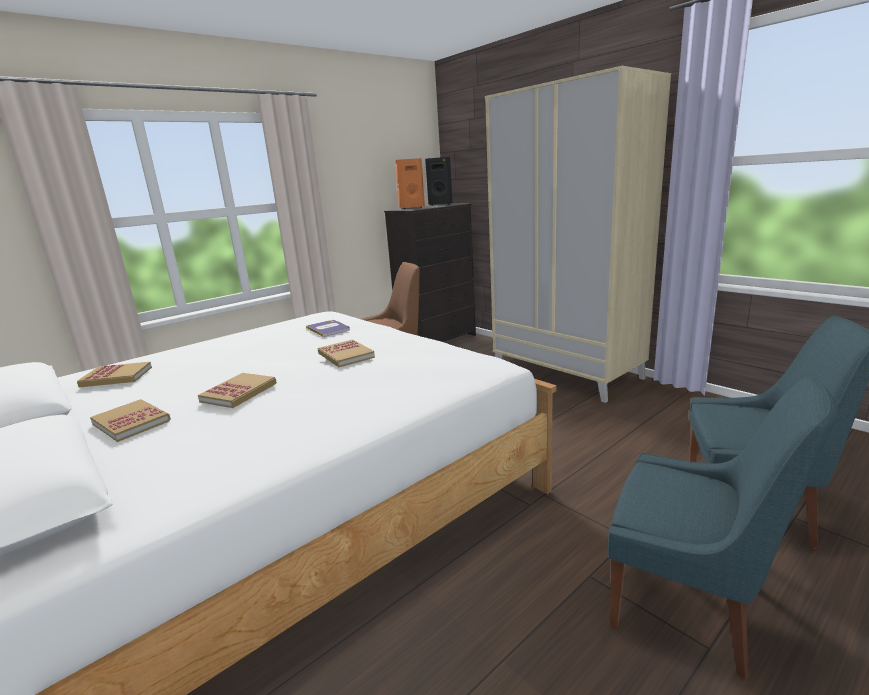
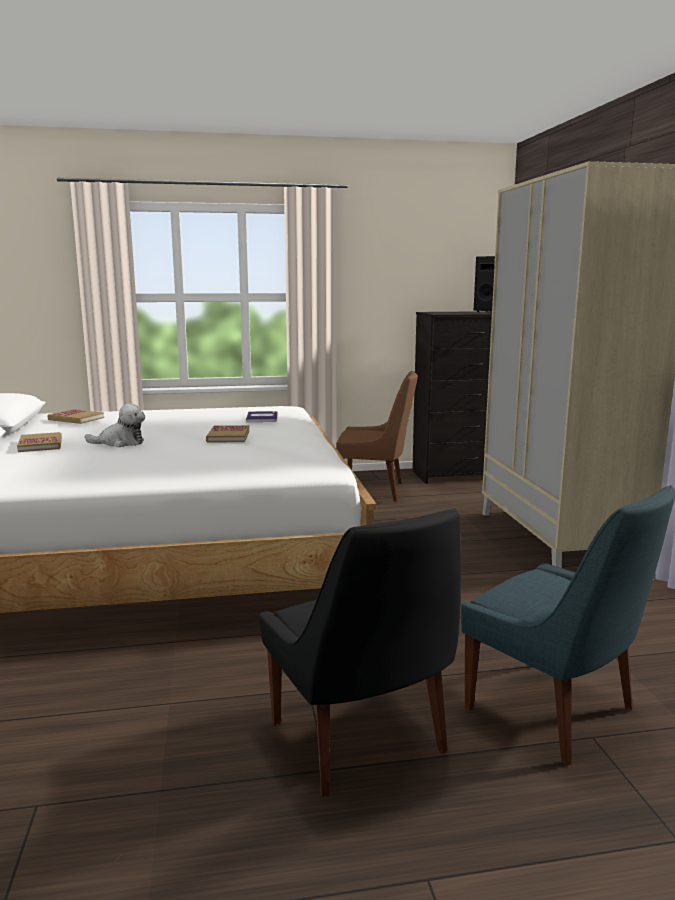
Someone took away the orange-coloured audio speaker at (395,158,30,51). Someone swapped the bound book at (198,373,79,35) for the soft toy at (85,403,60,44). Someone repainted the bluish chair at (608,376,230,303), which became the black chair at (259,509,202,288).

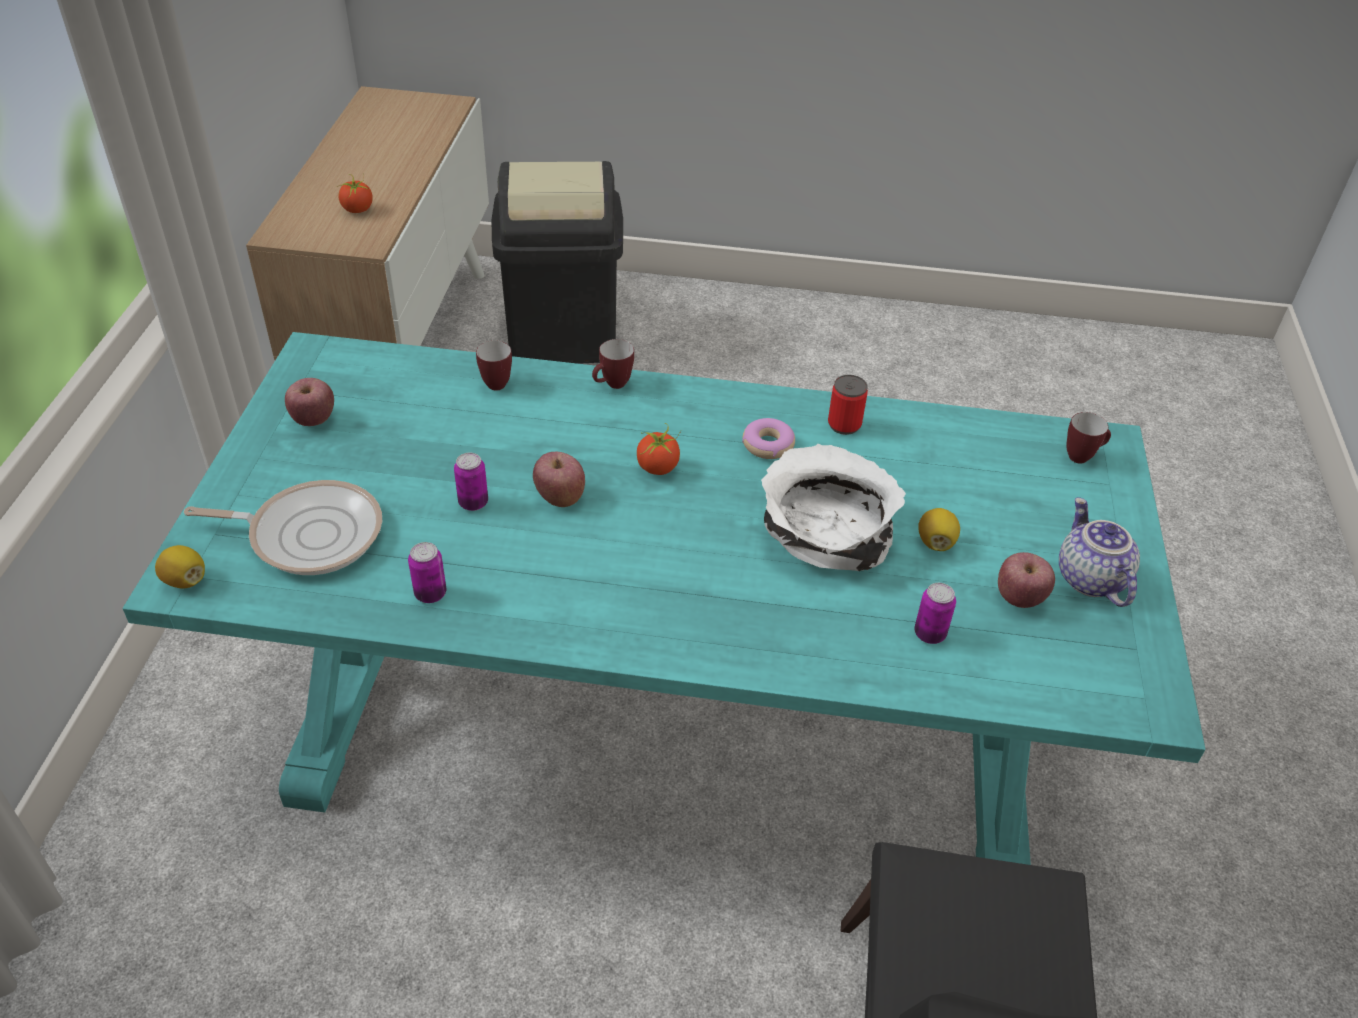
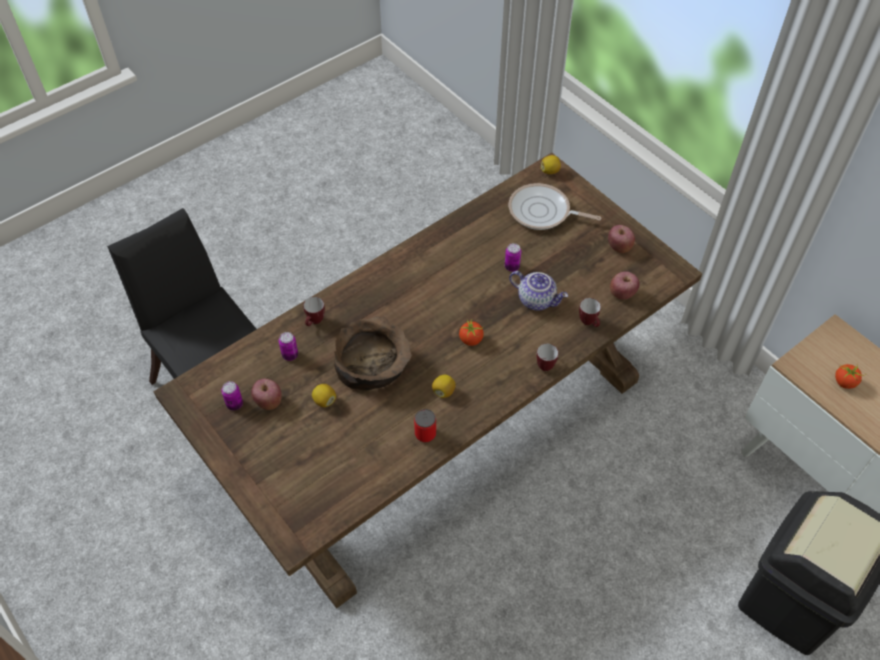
Someone carried the metal can from (408,542,38,61) to (221,381,22,30). Someone carried the apple from (533,452,52,55) to (610,271,30,29). Someone carried the pot for tea from (1059,497,81,110) to (509,271,59,40). Someone carried the mug from (1066,412,45,52) to (303,297,22,29). Someone swapped the ring doughnut at (742,418,53,41) for the whole lemon at (432,375,24,23). Someone repainted the turquoise-coloured dining table at (122,332,1084,533), which became the brown dining table at (154,153,548,456). Someone repainted the whitish deep dish at (761,444,145,127), which became the brown deep dish at (334,316,78,74). Someone rotated the pan at (184,480,198,95) by 60 degrees clockwise.

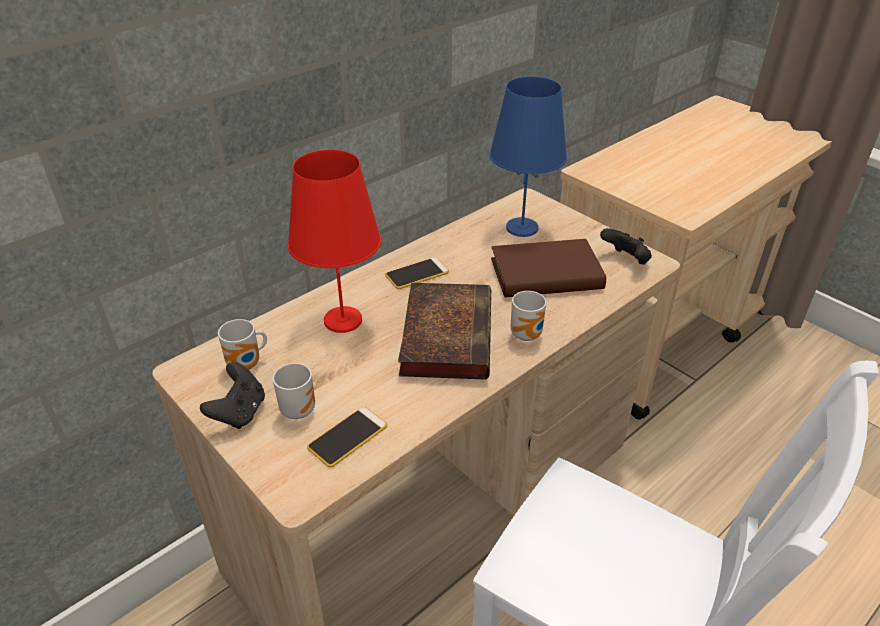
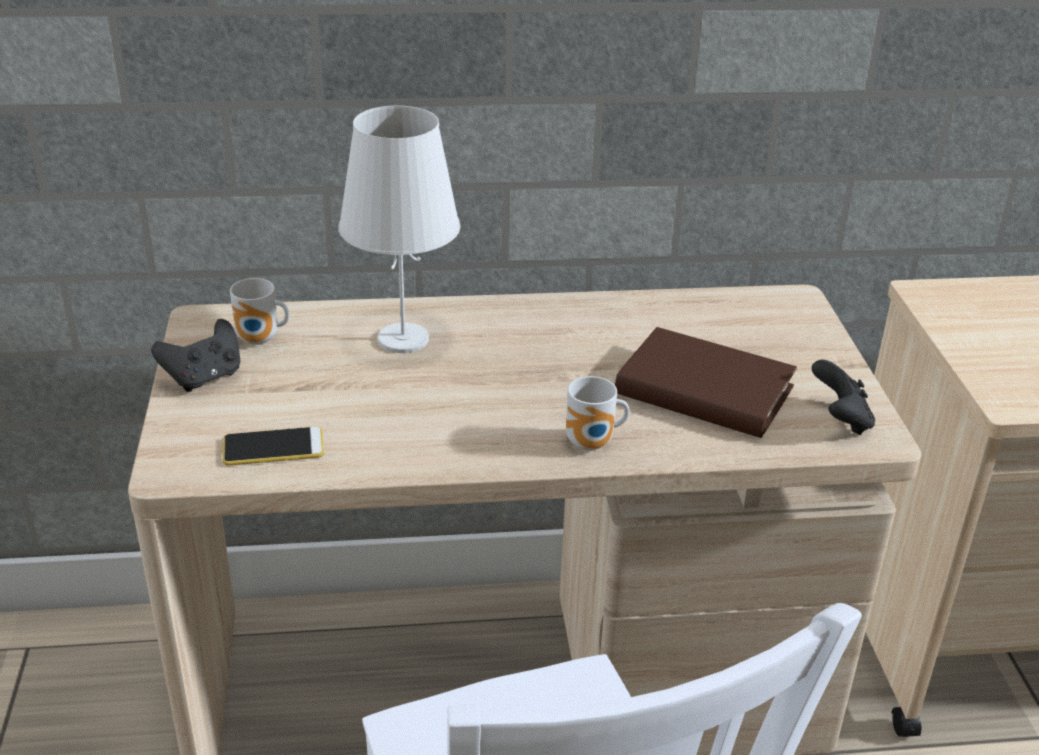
Someone took away the mug at (273,363,42,56). Someone took away the handset at (385,258,64,31). Someone took away the bound book at (398,283,93,97). Someone took away the bluish table lamp at (490,76,77,161). Someone repainted the red table lamp at (287,150,94,183), which became the whitish table lamp at (338,106,123,247).

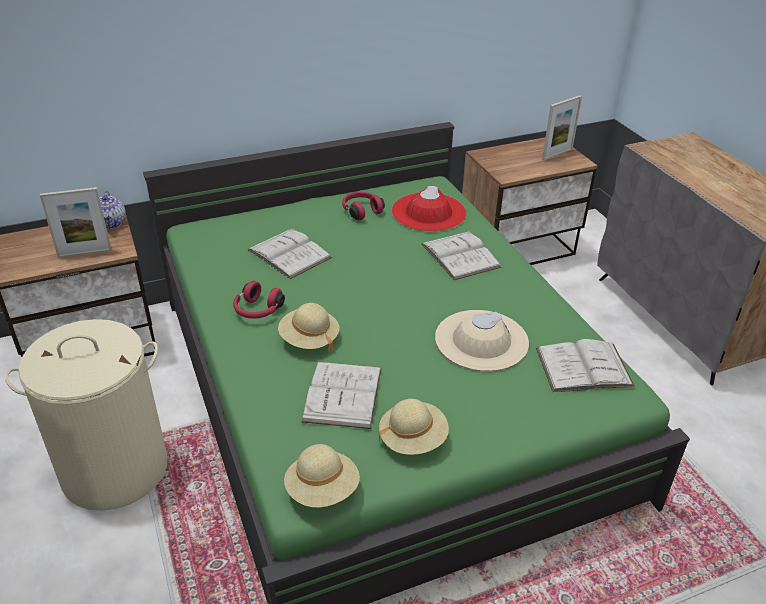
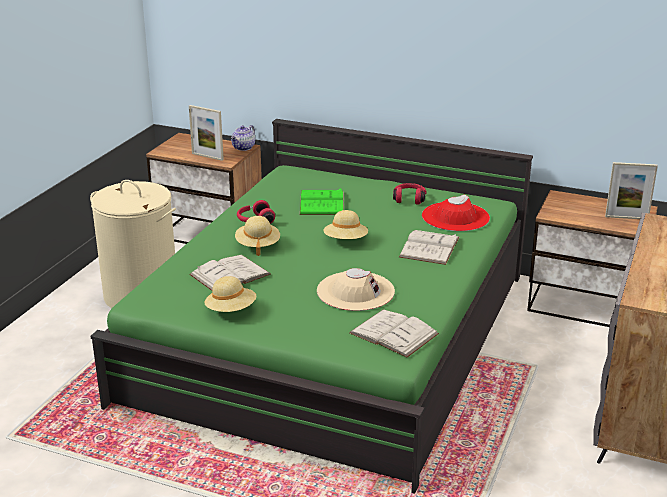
Someone carried the beige wearable hat from (284,444,76,63) to (323,210,45,29). Someone repainted the whitish bound book at (247,228,85,51), which became the green-coloured bound book at (300,188,44,27).

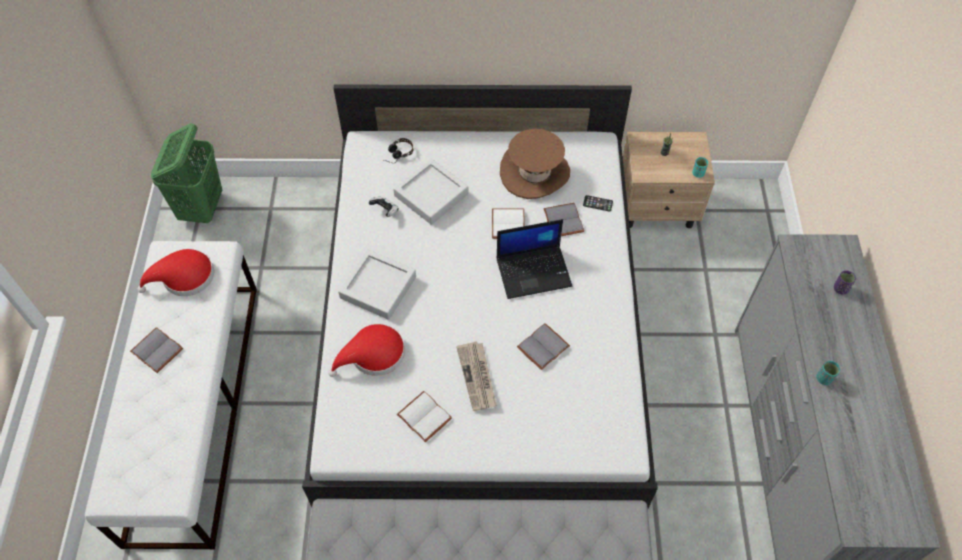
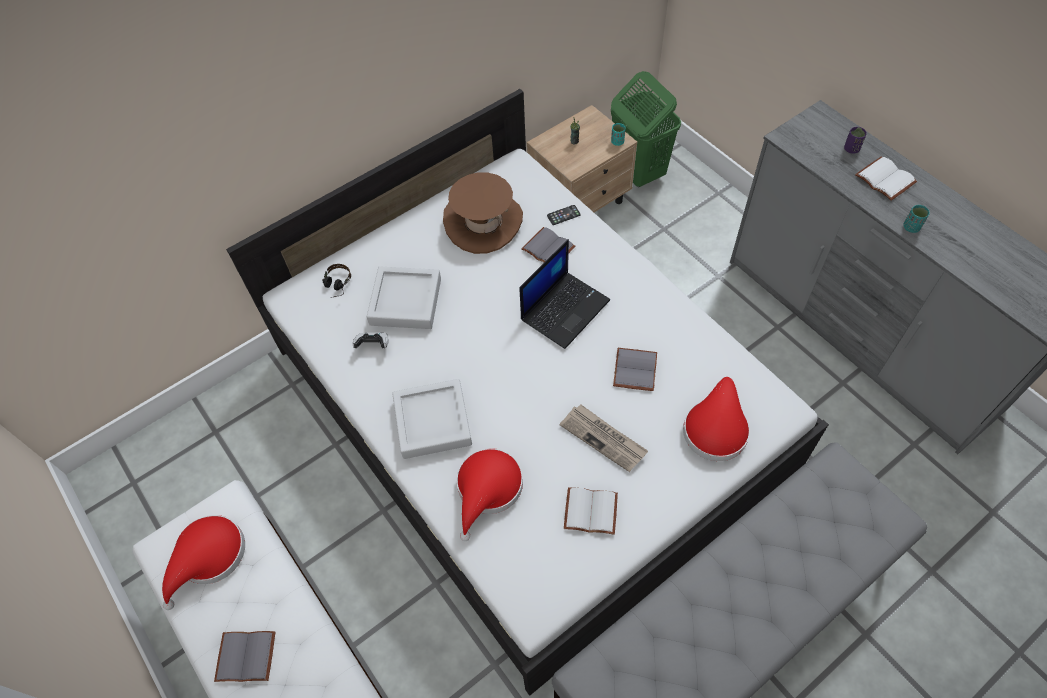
Someone put down the red wearable hat at (683,377,67,84). Someone carried the green-coloured washing basket from (151,123,71,100) to (611,71,70,116). Someone carried the whitish bound book from (492,208,33,31) to (855,157,62,44).

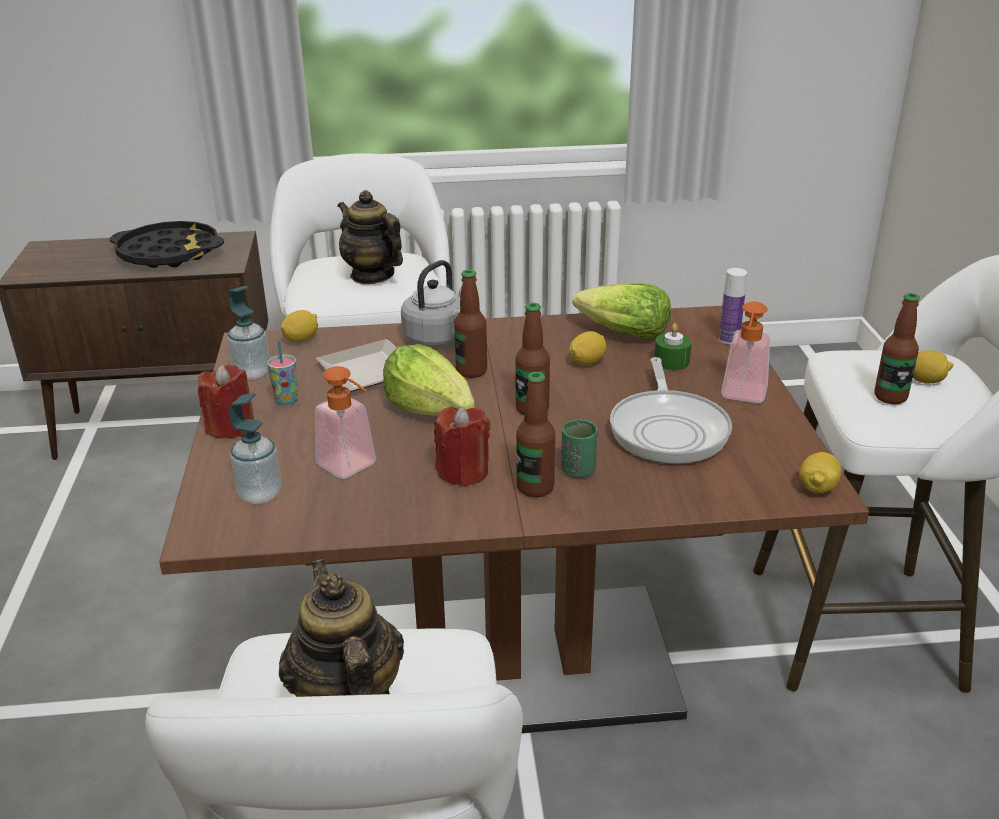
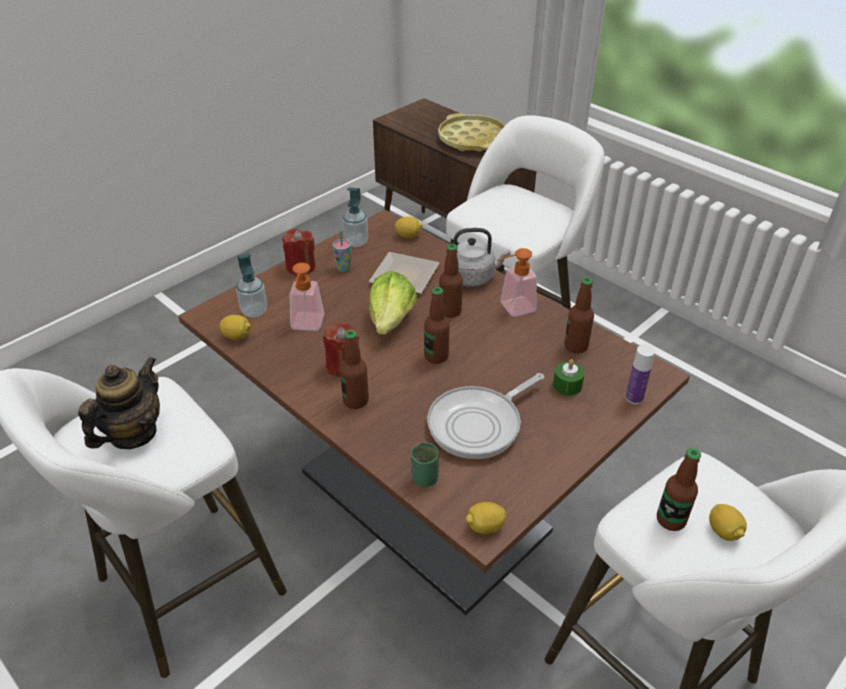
Someone took away the pot for tea at (338,190,65,94). Someone carried the green-coloured cup from (561,420,36,58) to (411,442,28,45). Someone carried the whole lemon from (569,331,38,34) to (219,315,32,25). Someone carried the soap dispenser from (721,301,49,102) to (497,248,40,69). Someone swapped the lettuce at (572,283,99,56) for the beverage bottle at (564,277,30,76). Someone repainted the black carrying tray at (110,221,114,47), which became the yellow-coloured carrying tray at (438,113,67,39).

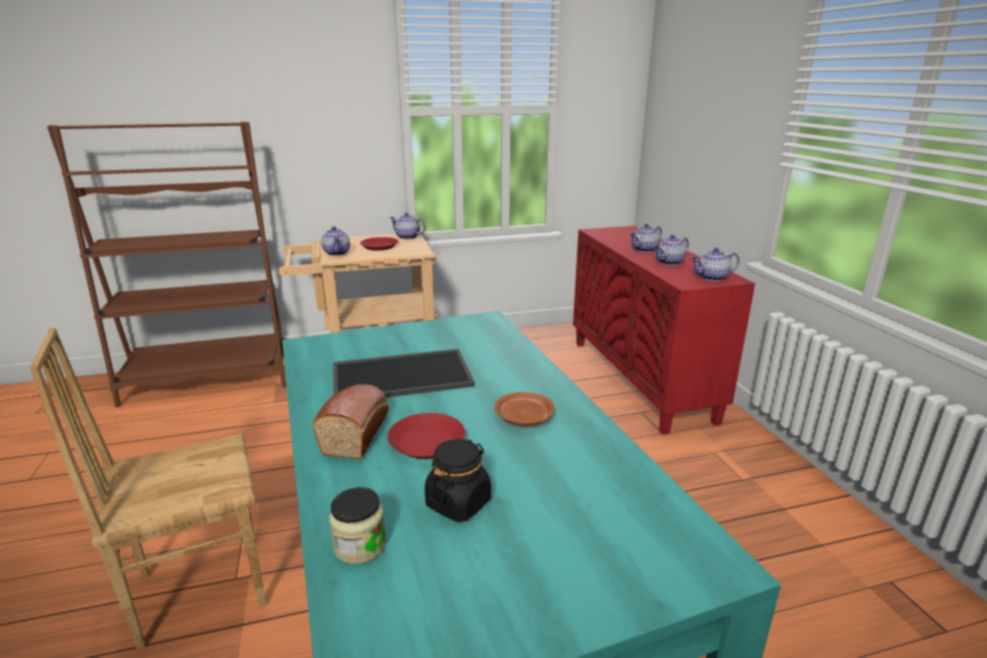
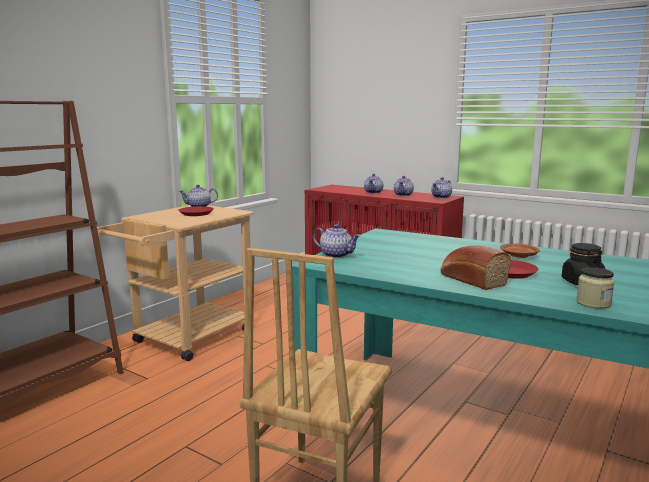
Someone took away the carrying tray at (333,349,142,48). Someone carried the pot for tea from (321,226,29,30) to (313,224,48,34).

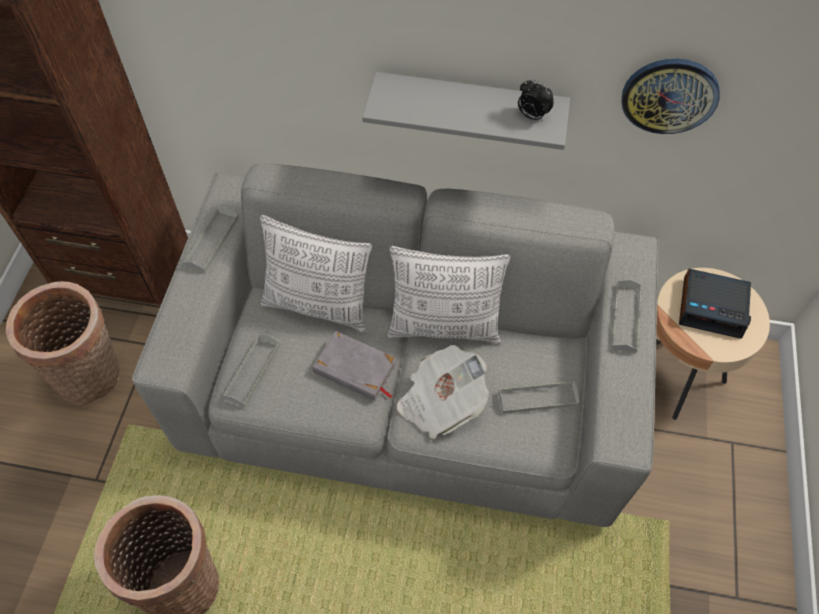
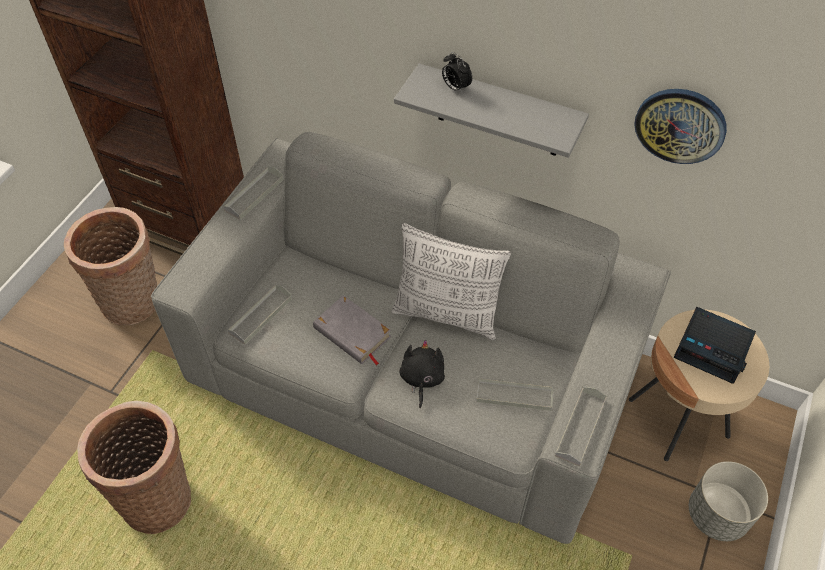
Someone took away the throw pillow at (260,215,112,118). Someone put down the grey plant pot at (689,461,79,80). Someone carried the alarm clock from (518,79,36,42) to (442,52,30,42). Someone carried the grey carrying tray from (611,280,31,74) to (555,387,52,80). Someone swapped the daily paper at (396,345,93,94) for the black soft toy at (400,340,45,68).

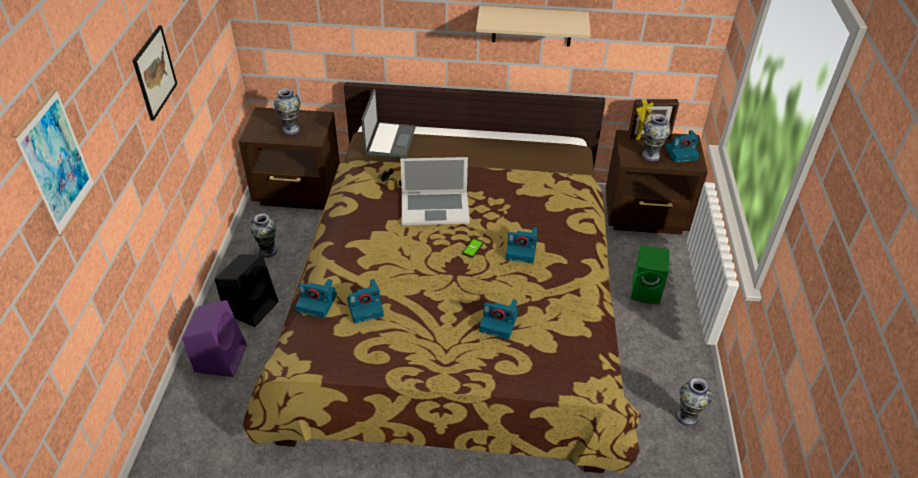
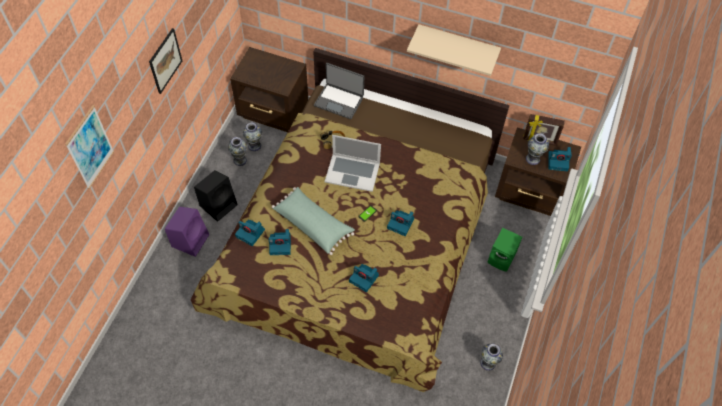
Someone put down the green-coloured throw pillow at (272,187,83,68). Someone carried the flower vase from (274,88,27,47) to (243,122,19,29). Someone rotated the notebook computer at (361,89,55,70) by 90 degrees clockwise.

